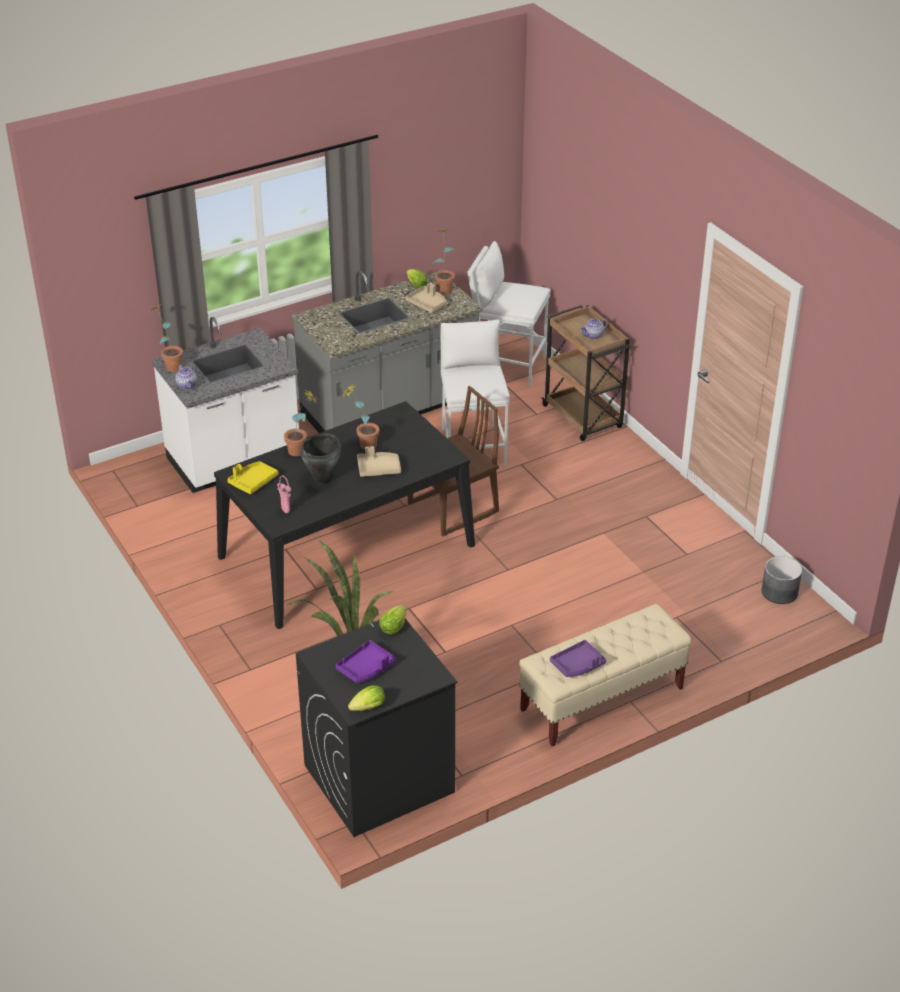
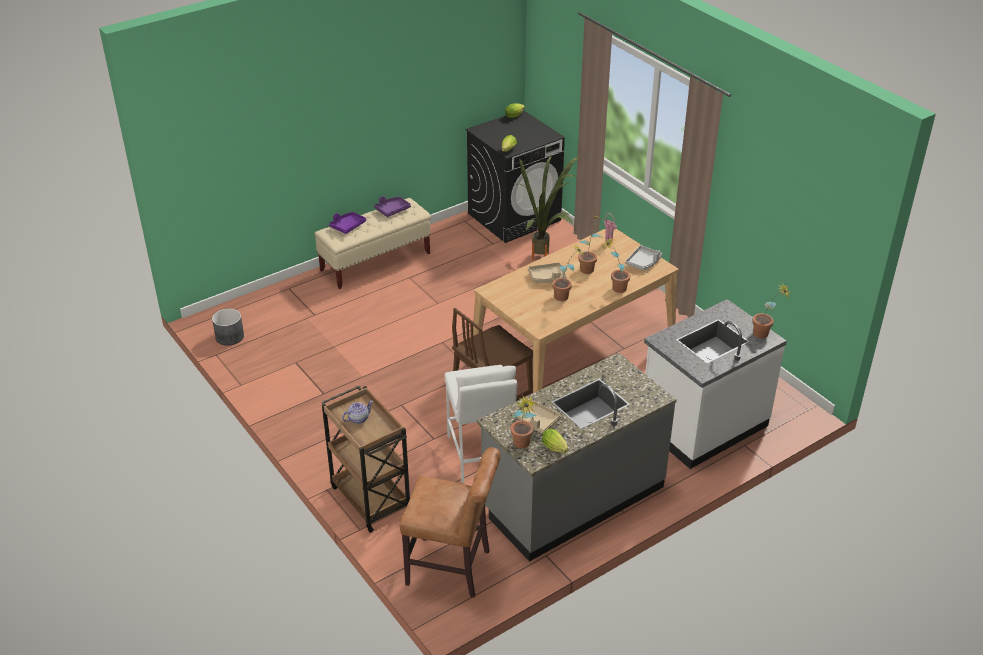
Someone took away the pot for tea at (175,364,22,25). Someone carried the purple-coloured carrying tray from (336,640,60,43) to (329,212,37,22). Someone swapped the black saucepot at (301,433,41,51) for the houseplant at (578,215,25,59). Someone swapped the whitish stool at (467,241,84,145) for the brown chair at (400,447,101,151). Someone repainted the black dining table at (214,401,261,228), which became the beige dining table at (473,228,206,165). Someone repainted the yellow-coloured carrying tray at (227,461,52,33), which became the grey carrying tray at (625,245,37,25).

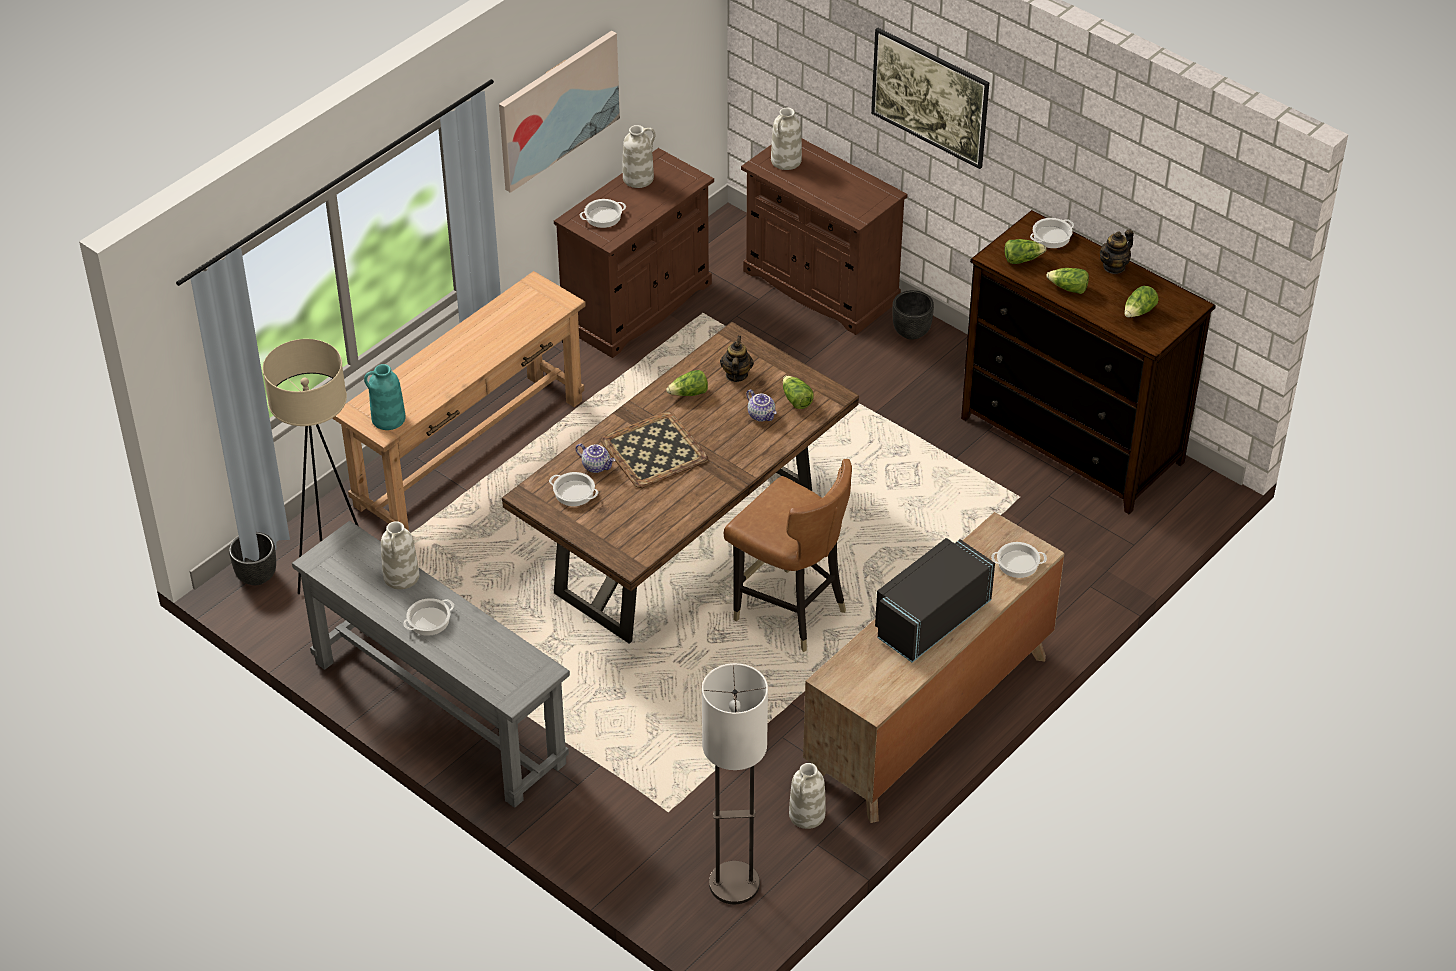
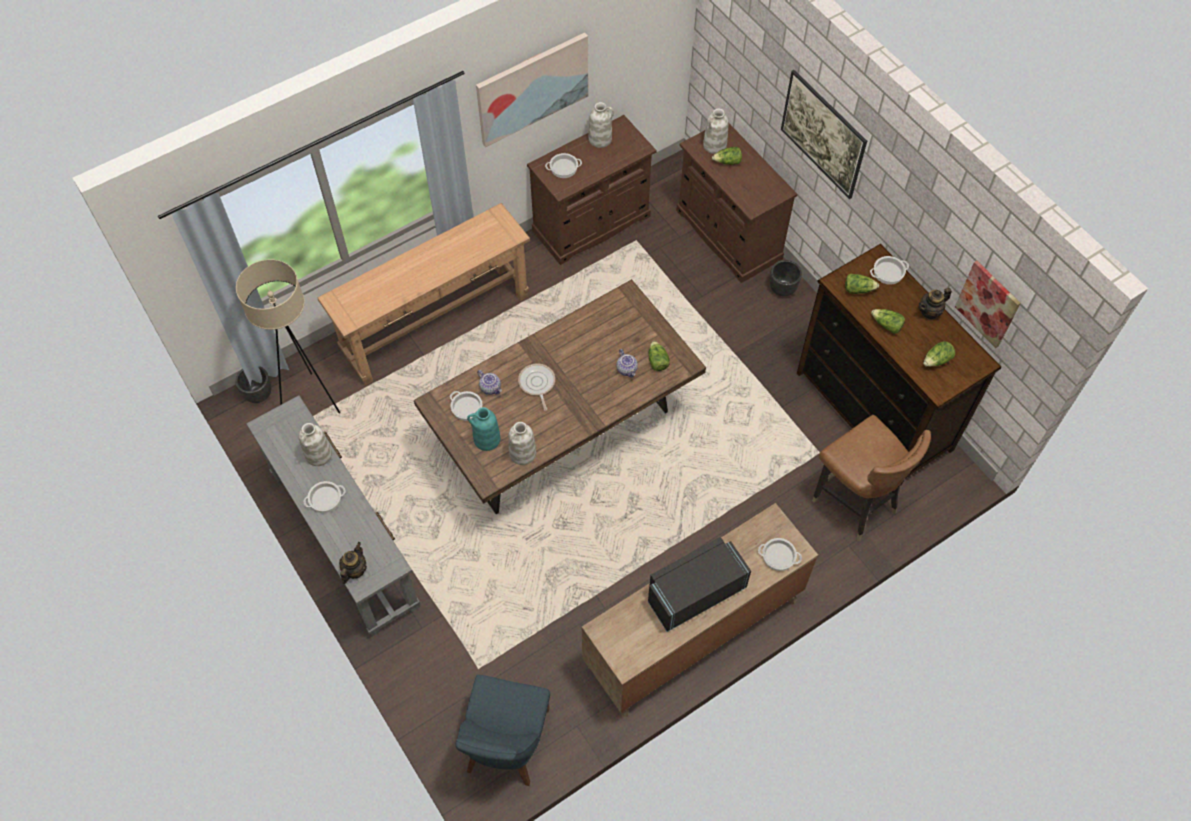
Someone put up the picture at (955,261,66,87). Someone carried the turquoise-coloured flower vase from (364,364,42,66) to (467,407,34,44). Someone carried the lettuce from (666,370,42,26) to (712,147,30,18). Someone carried the pot for tea from (720,336,34,46) to (339,542,28,42). Someone carried the brown chair from (724,459,128,193) to (812,415,119,126). Someone carried the whitish flower vase from (789,763,37,66) to (508,422,28,43). Someone swapped the carrying tray at (601,411,107,77) for the pan at (518,363,37,48). Someone swapped the floor lamp at (702,663,66,241) for the bluish chair at (456,675,94,111).

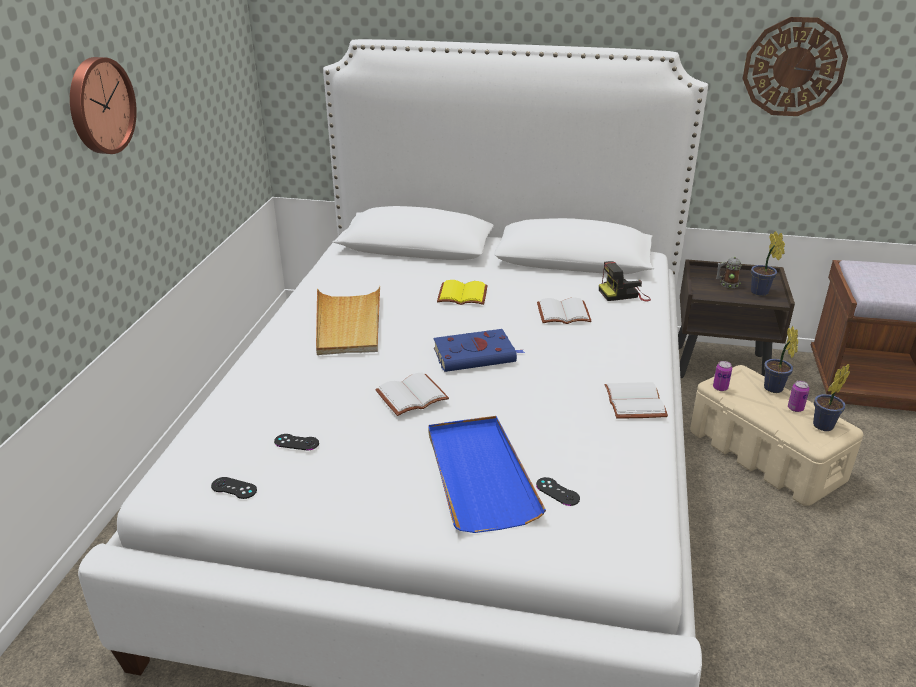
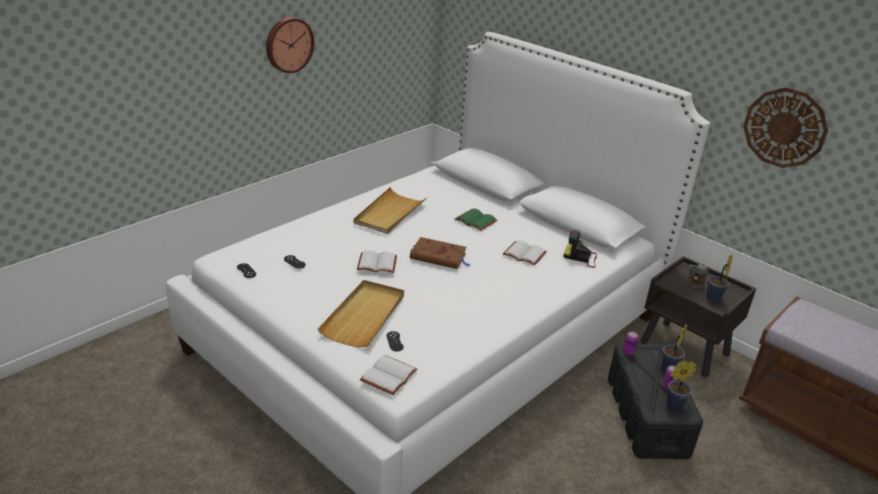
Someone carried the whitish bound book from (604,382,64,37) to (360,355,57,40). Someone repainted the bluish carrying tray at (428,416,118,117), which became the beige carrying tray at (318,280,86,68). Someone repainted the bluish bound book at (433,329,92,43), which became the brown bound book at (410,237,61,32). Someone repainted the yellow-coloured bound book at (437,280,50,25), which became the green-coloured bound book at (455,208,42,23). Someone repainted the beige storage box at (690,365,173,141), which became the black storage box at (608,343,95,116).

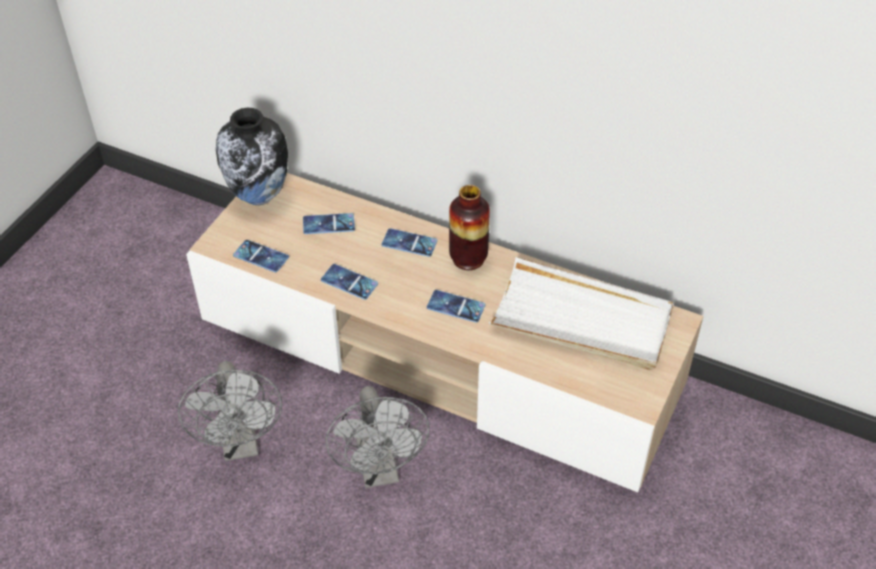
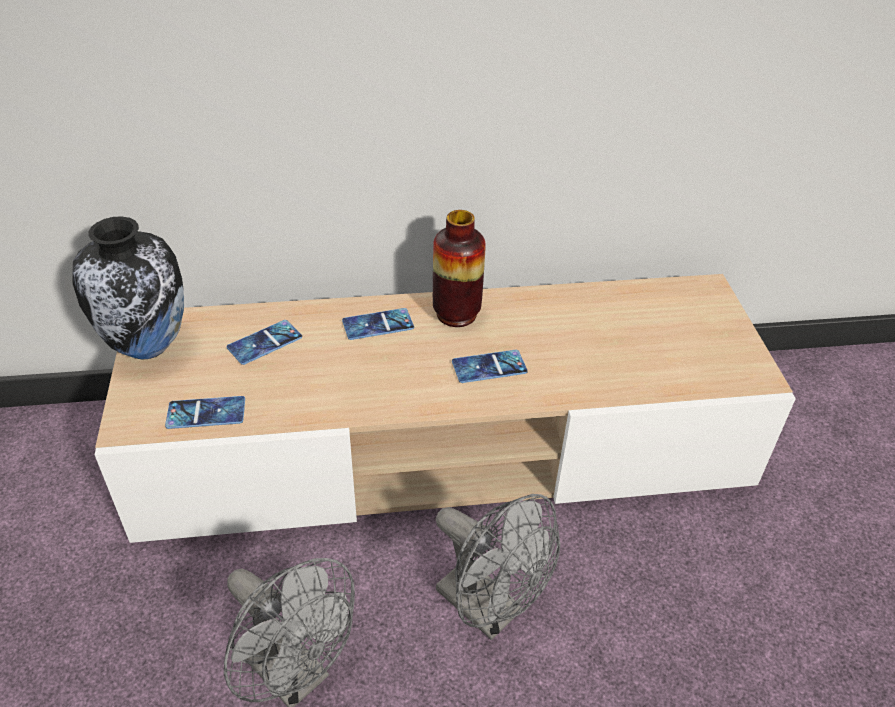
Someone took away the handset at (321,264,57,36). Someone took away the whitish carrying tray at (489,257,184,113).

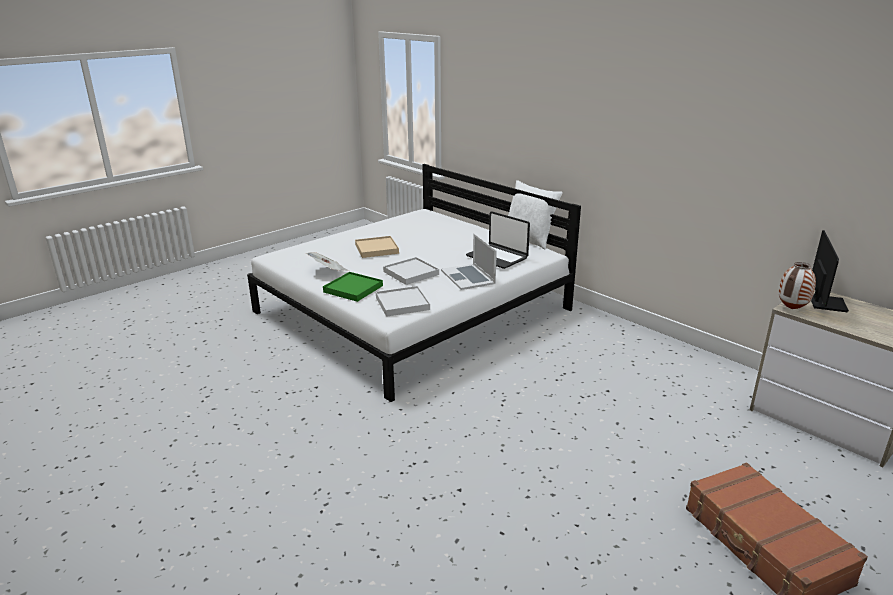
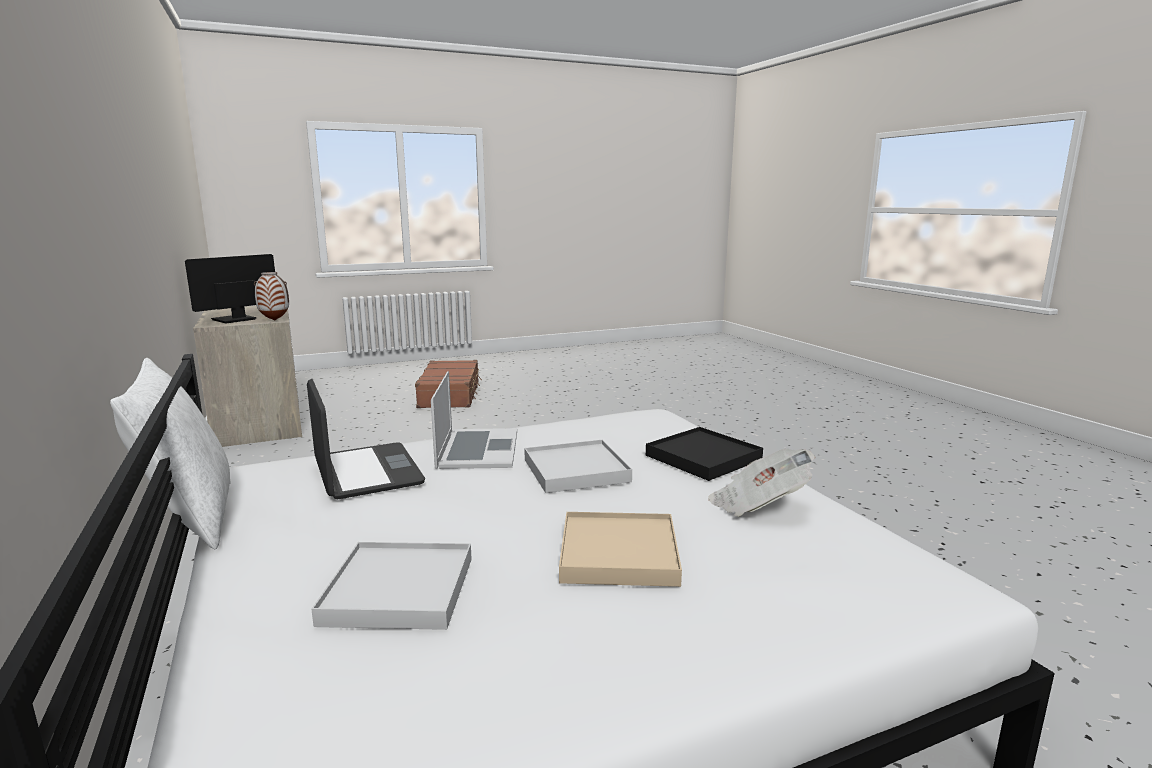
Someone carried the whitish carrying tray from (376,286,54,31) to (311,542,161,88). Someone repainted the green-coloured carrying tray at (323,272,60,30), which became the black carrying tray at (646,427,117,54).

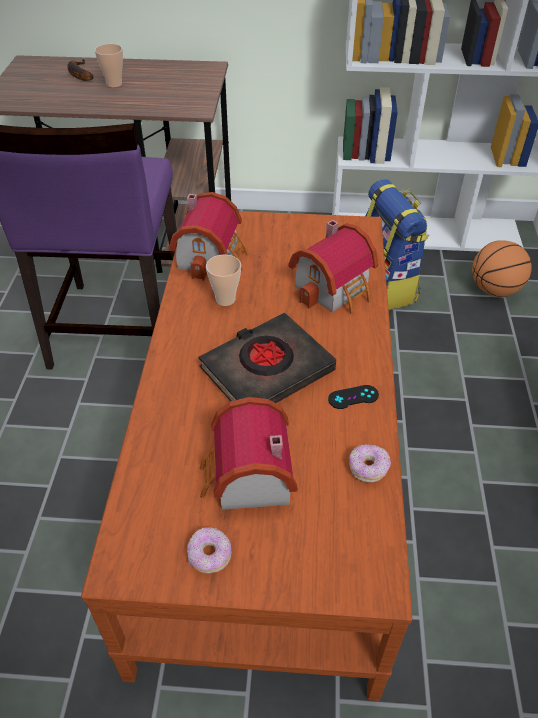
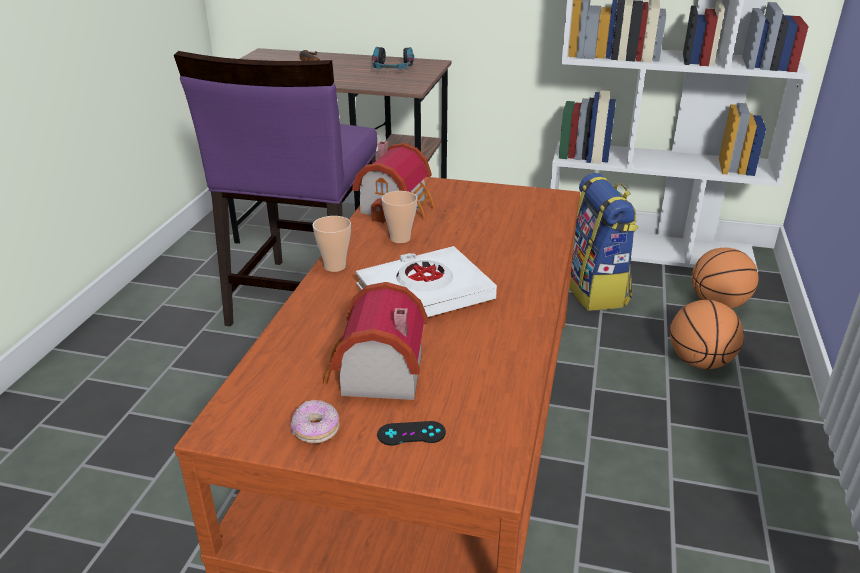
Someone took away the miniature house at (288,220,90,95). Someone took away the ring doughnut at (349,444,42,38). Someone put down the headphones at (372,47,42,22). Someone put down the basketball ball at (670,299,74,70). Someone carried the cup from (95,44,28,44) to (312,216,39,56). Someone carried the black game controller from (328,385,51,24) to (377,421,69,25). Someone repainted the black bound book at (199,312,137,91), which became the whitish bound book at (356,246,141,71).

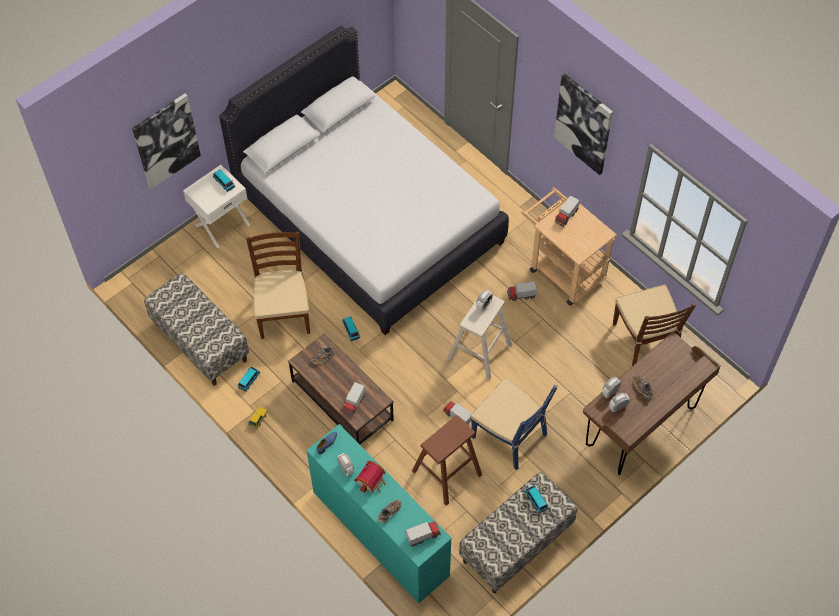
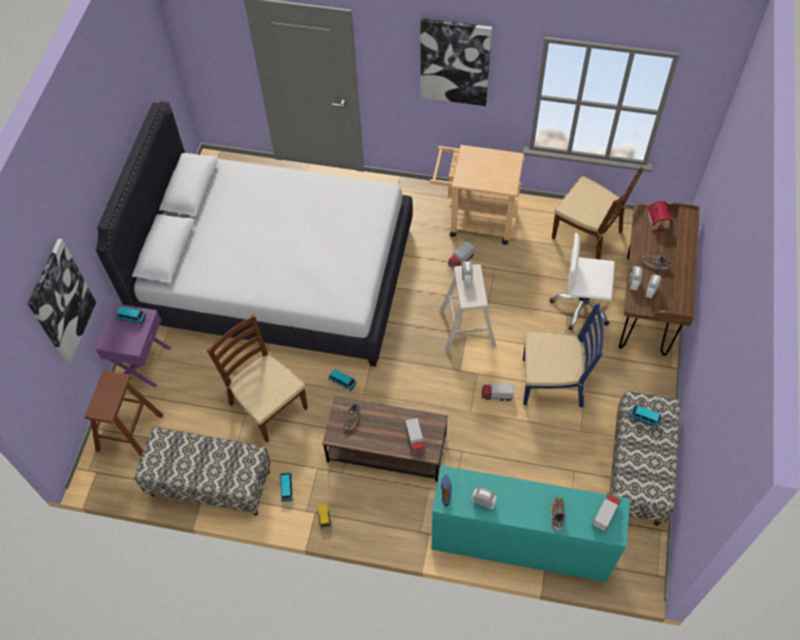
Someone took away the toy lorry at (555,195,25,32). Someone put down the whitish computer chair at (550,233,65,97). Someone carried the miniature house from (354,461,31,32) to (647,201,26,32). Someone carried the brown stool from (412,415,70,91) to (85,371,78,86). Someone repainted the whitish nightstand at (183,165,67,83), which became the purple-coloured nightstand at (95,303,76,84).

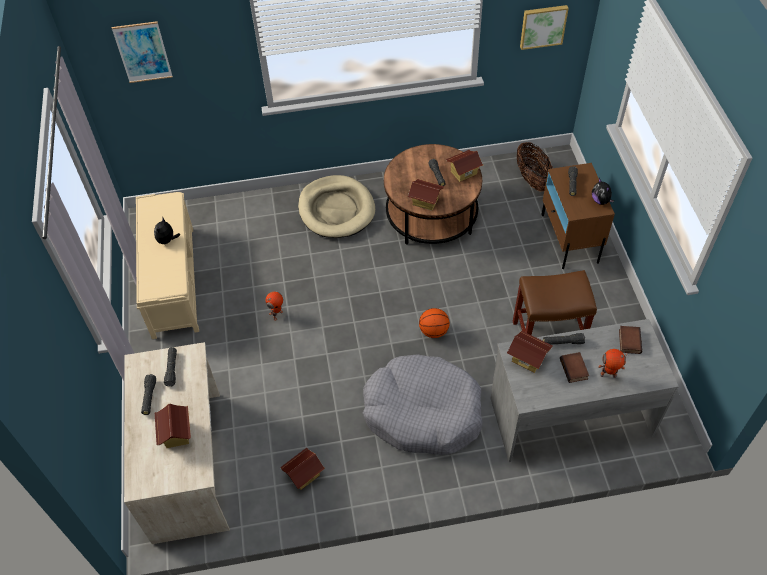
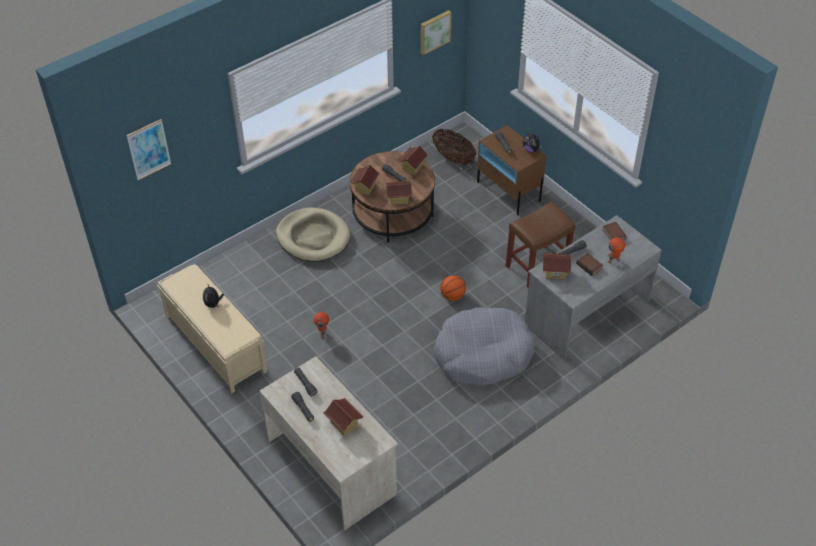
Someone carried the miniature house from (280,448,45,42) to (351,165,29,30).

